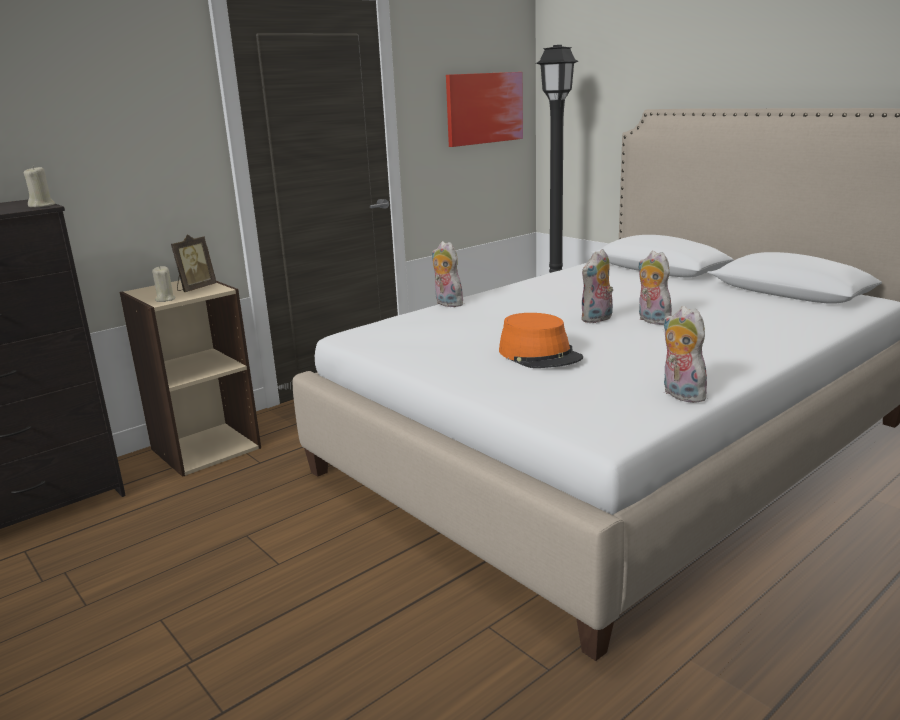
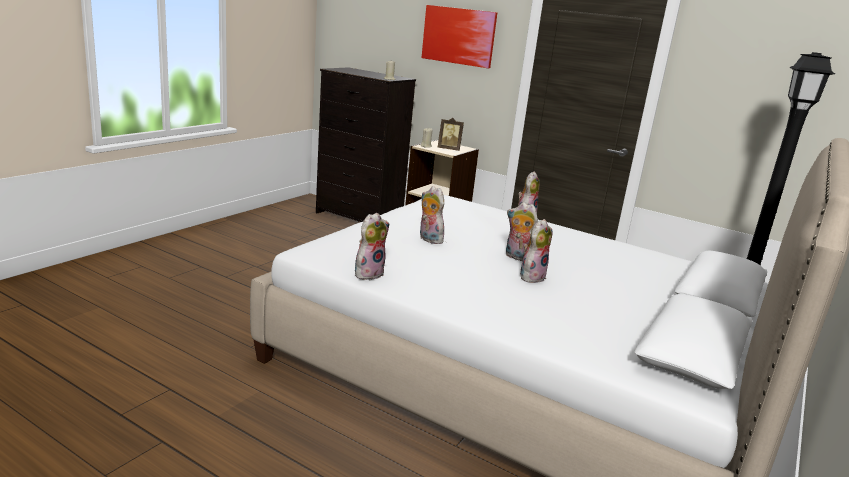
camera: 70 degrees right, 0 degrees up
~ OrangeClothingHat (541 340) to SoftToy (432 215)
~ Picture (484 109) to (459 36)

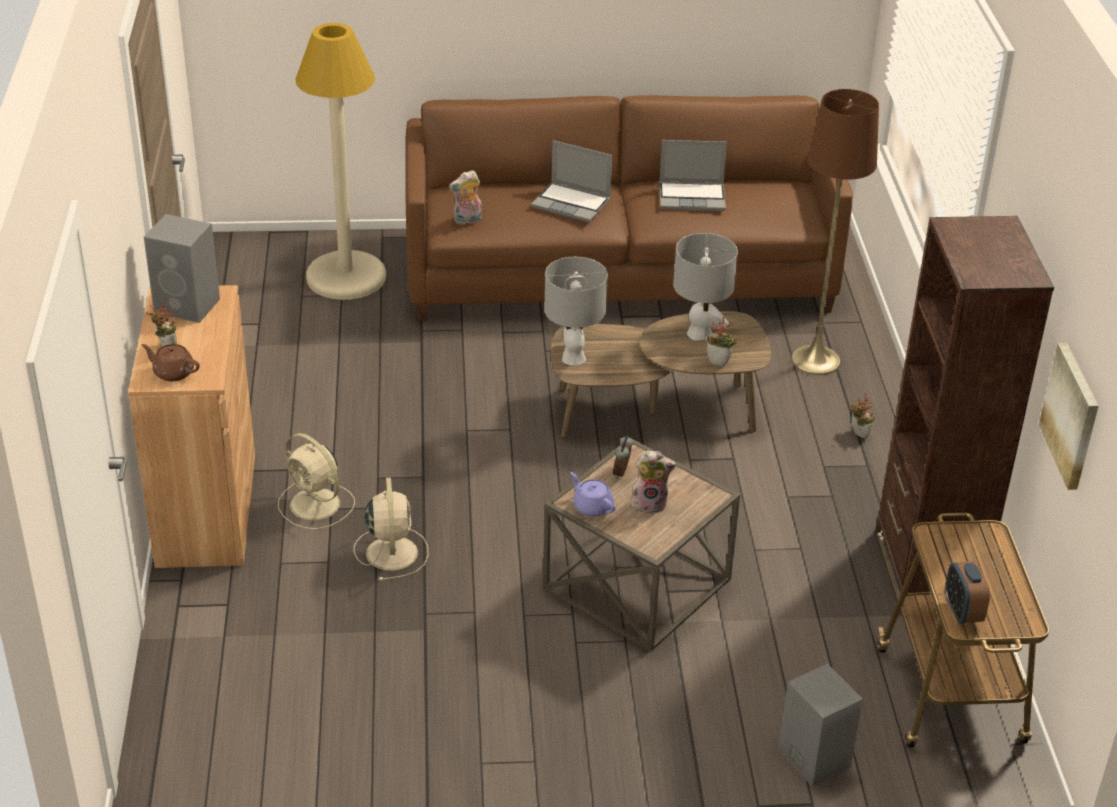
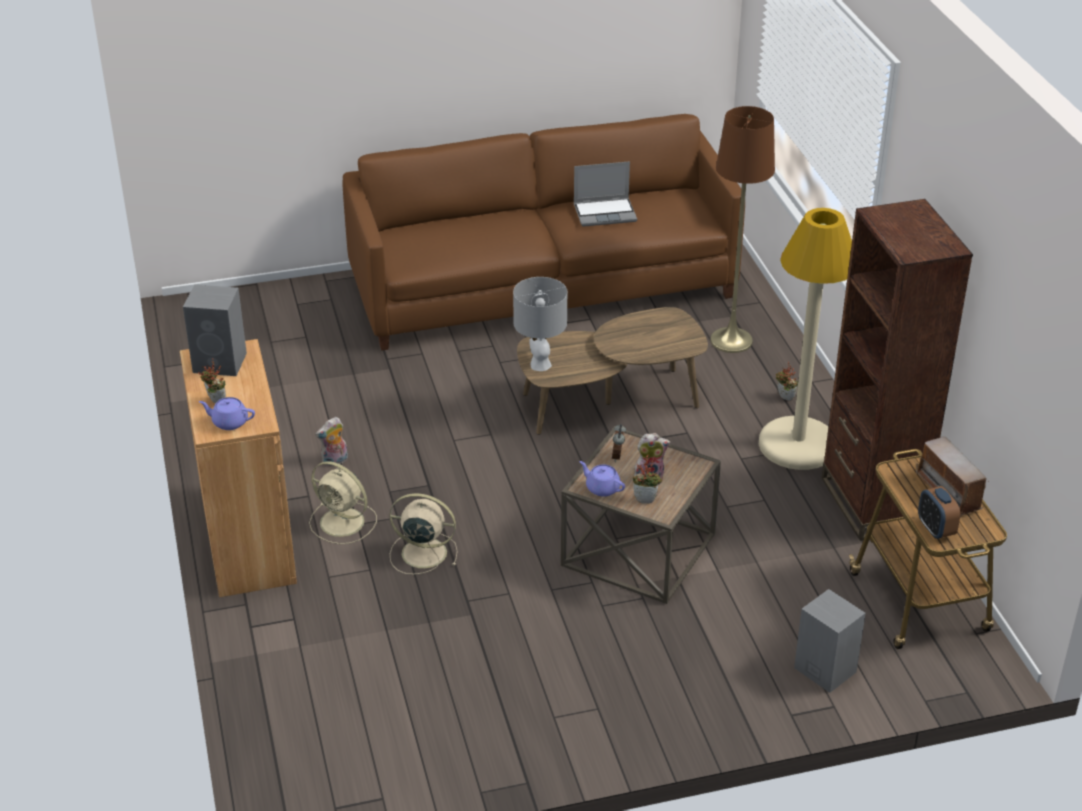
camera: 10 degrees left, 0 degrees up
~ BrownTeapot (170 362) to PurpleColouredTeapot (227 413)
~ SoftToy (465 197) to (331 442)
~ BeigeFan (391 529) = (424 534) 60 degrees counterclockwise
~ Houseplant (722 340) to (647 479)
~ BeigeStandardLamp (341 161) to (805 339)
+ Radio (952 477)
- NotebookComputer (571 181)
- GrayLampForATable (705 286)
- Picture (1068 416)

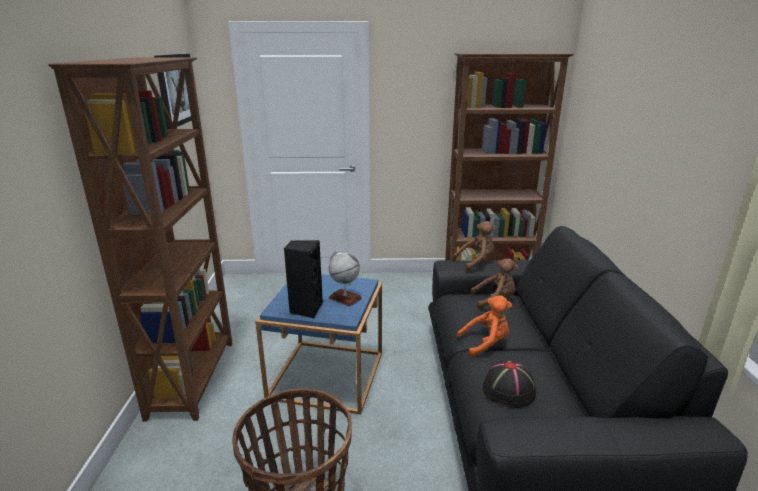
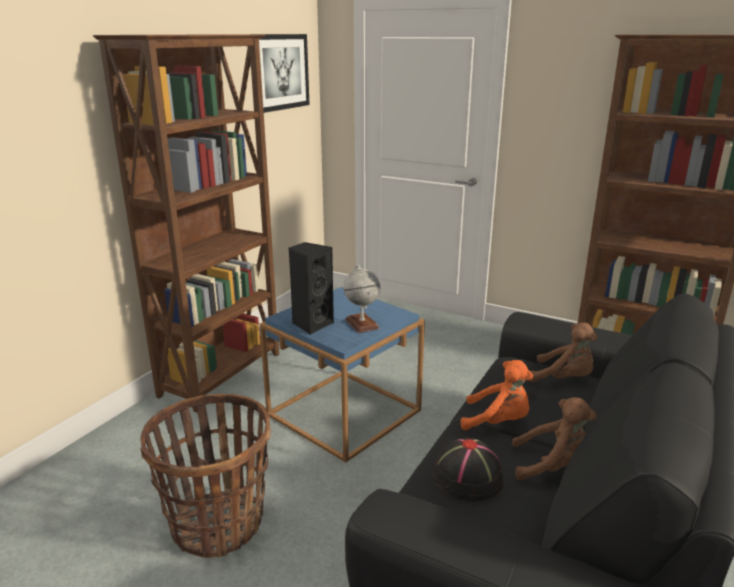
camera: 30 degrees right, 0 degrees up
~ BrownSoftToy (474 246) to (554 439)

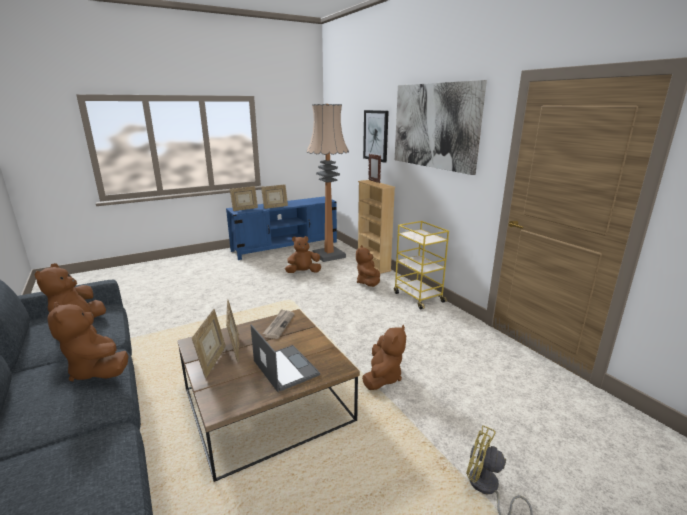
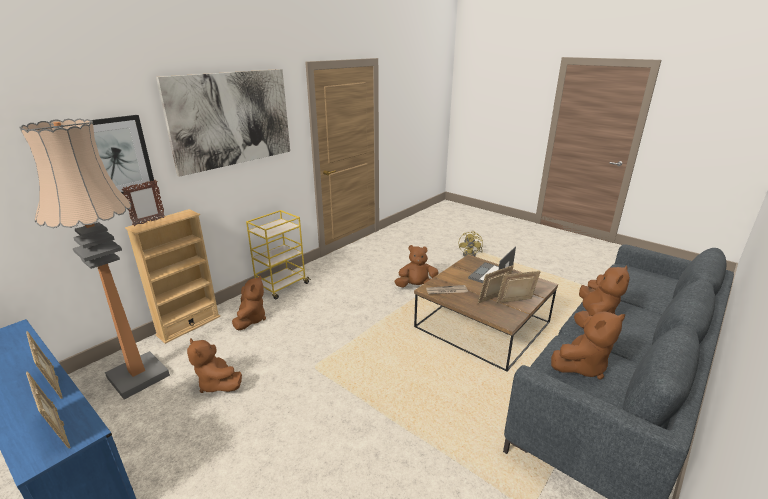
camera: 110 degrees left, 5 degrees up
~ BrownSoftToy (368 266) = (249 303) 75 degrees counterclockwise

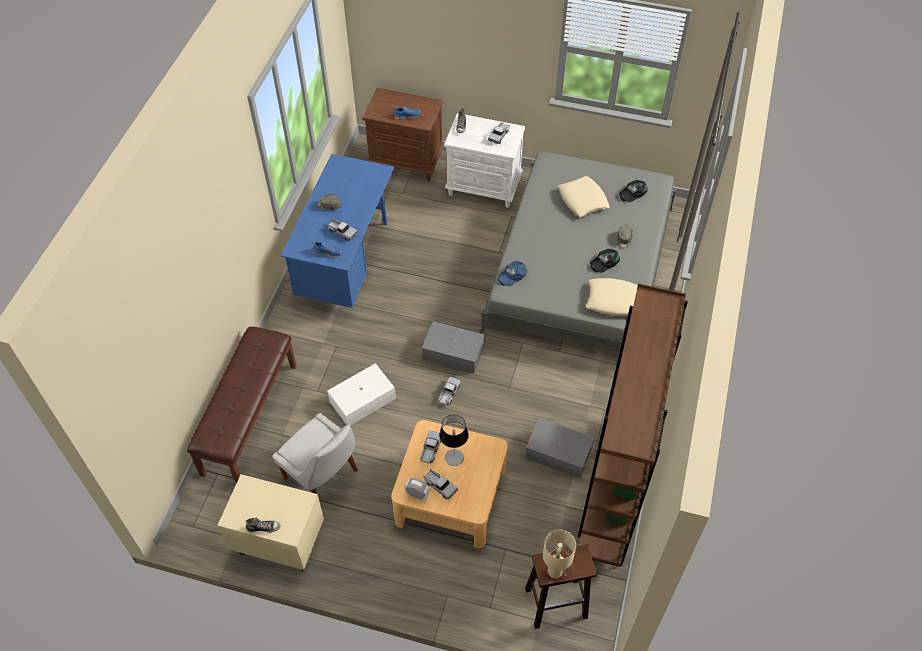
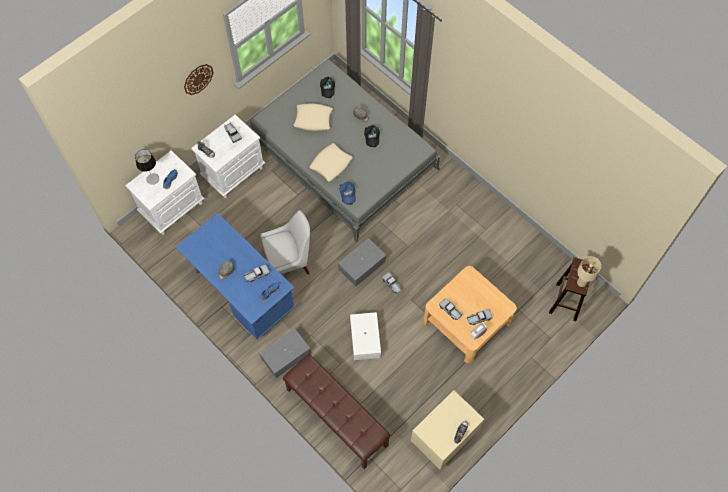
camera: 60 degrees left, 10 degrees up
~ BrownNightstand (403 134) to WhiteNightstand (165 192)
~ LampForATable (454 440) to (147 167)
+ ClockOnTheWall (199 79)
~ GrayStorageBox (559 448) to (285 353)
~ WhiteChair (315 453) to (285 242)
~ BeigePillow (612 297) to (331 162)
- BrownBookshelf (633 425)

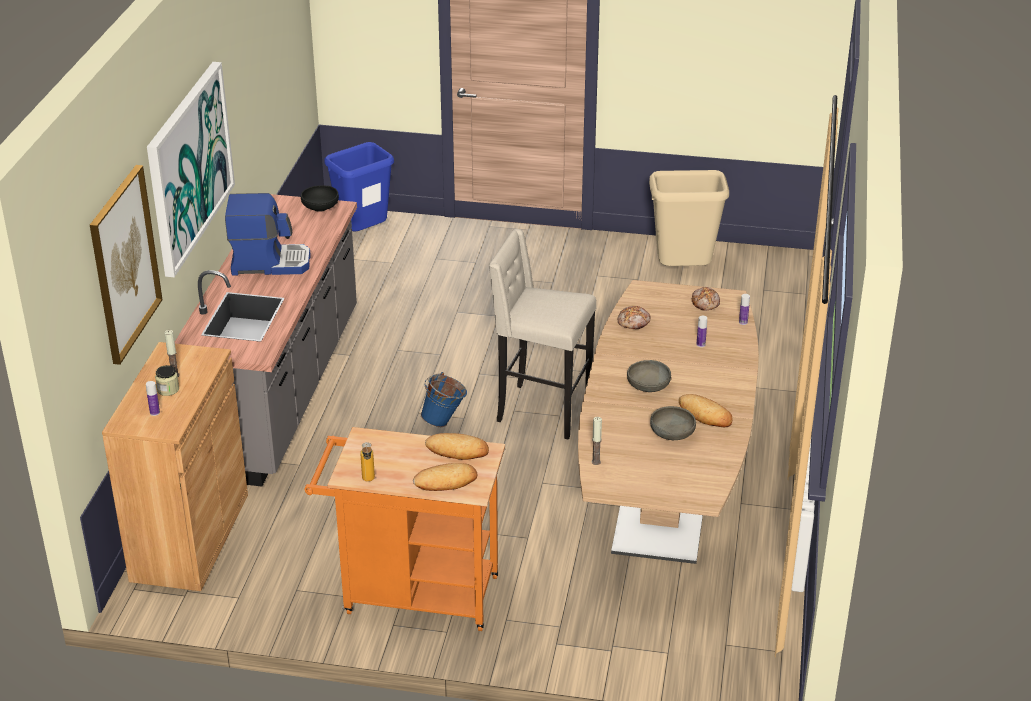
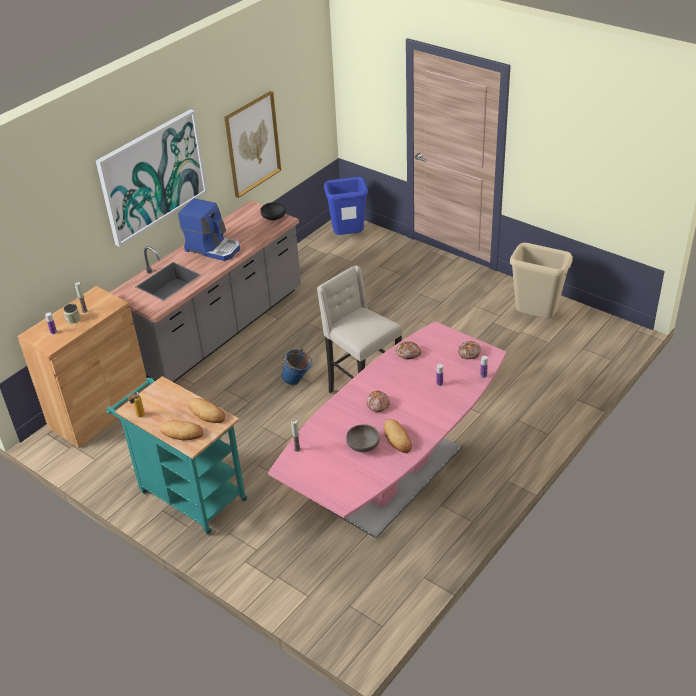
camera: 30 degrees right, 5 degrees up
~ OrangeCart (405 529) to TurquoiseCart (176 455)
~ Picture (126 265) to (252 144)
~ BrownKitchenTable (668 422) to PinkKitchenTable (387 429)
~ GrayServingBowl (649 376) to Bread (378 401)

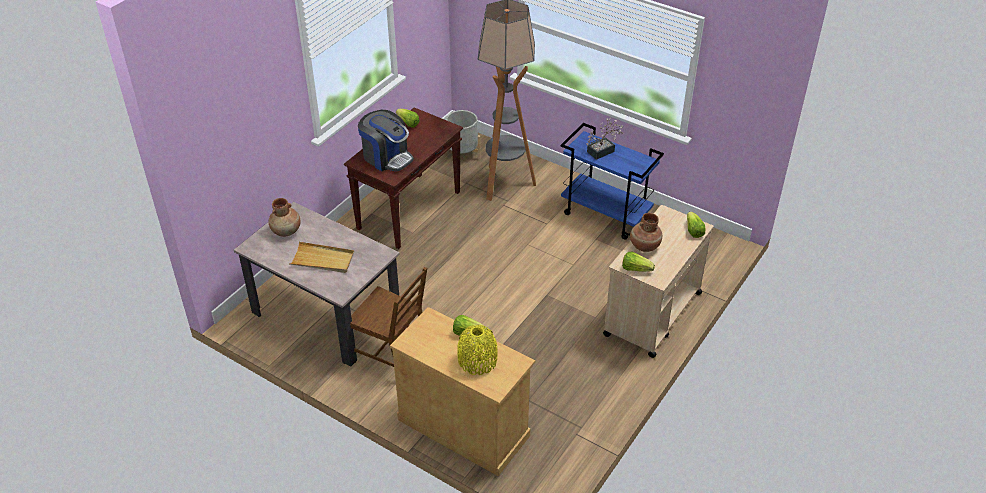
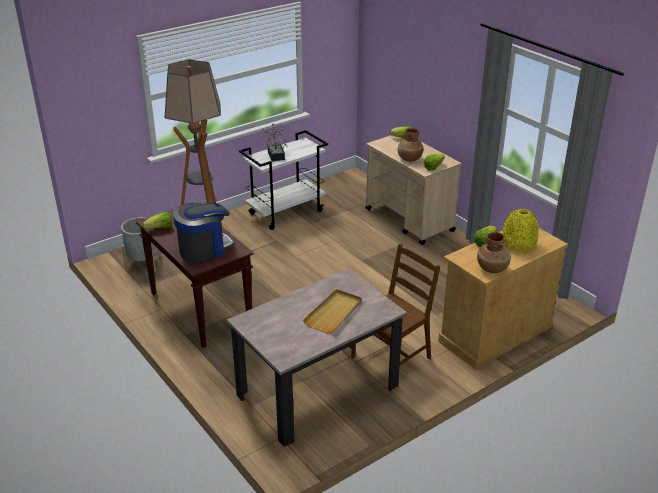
camera: 70 degrees left, 10 degrees down
~ BlueCart (612 181) to WhiteCart (283 180)
~ BrownDecorativeVase (284 217) to (494 252)

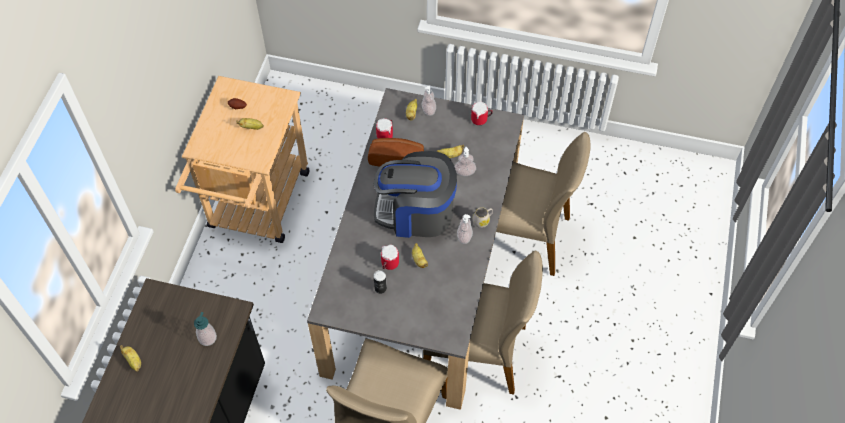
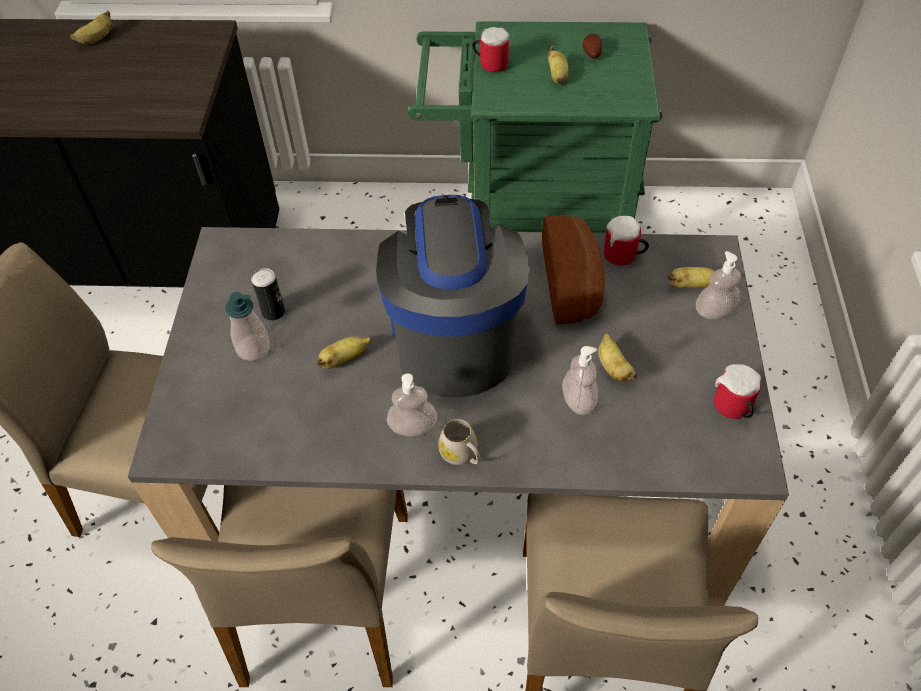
camera: 80 degrees right, 5 degrees down
~ LiquidSoapBottle (205 329) to (248 326)
~ BeigeCart (242 159) to GreenishCart (535 127)
~ Mug (390 257) to (491 49)

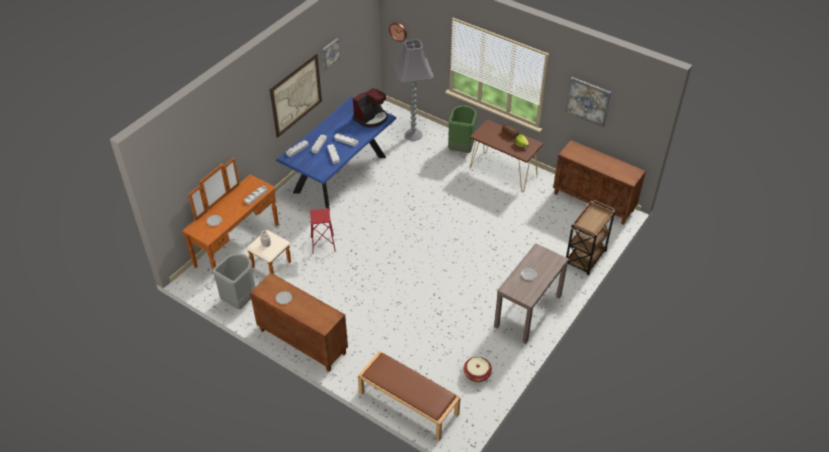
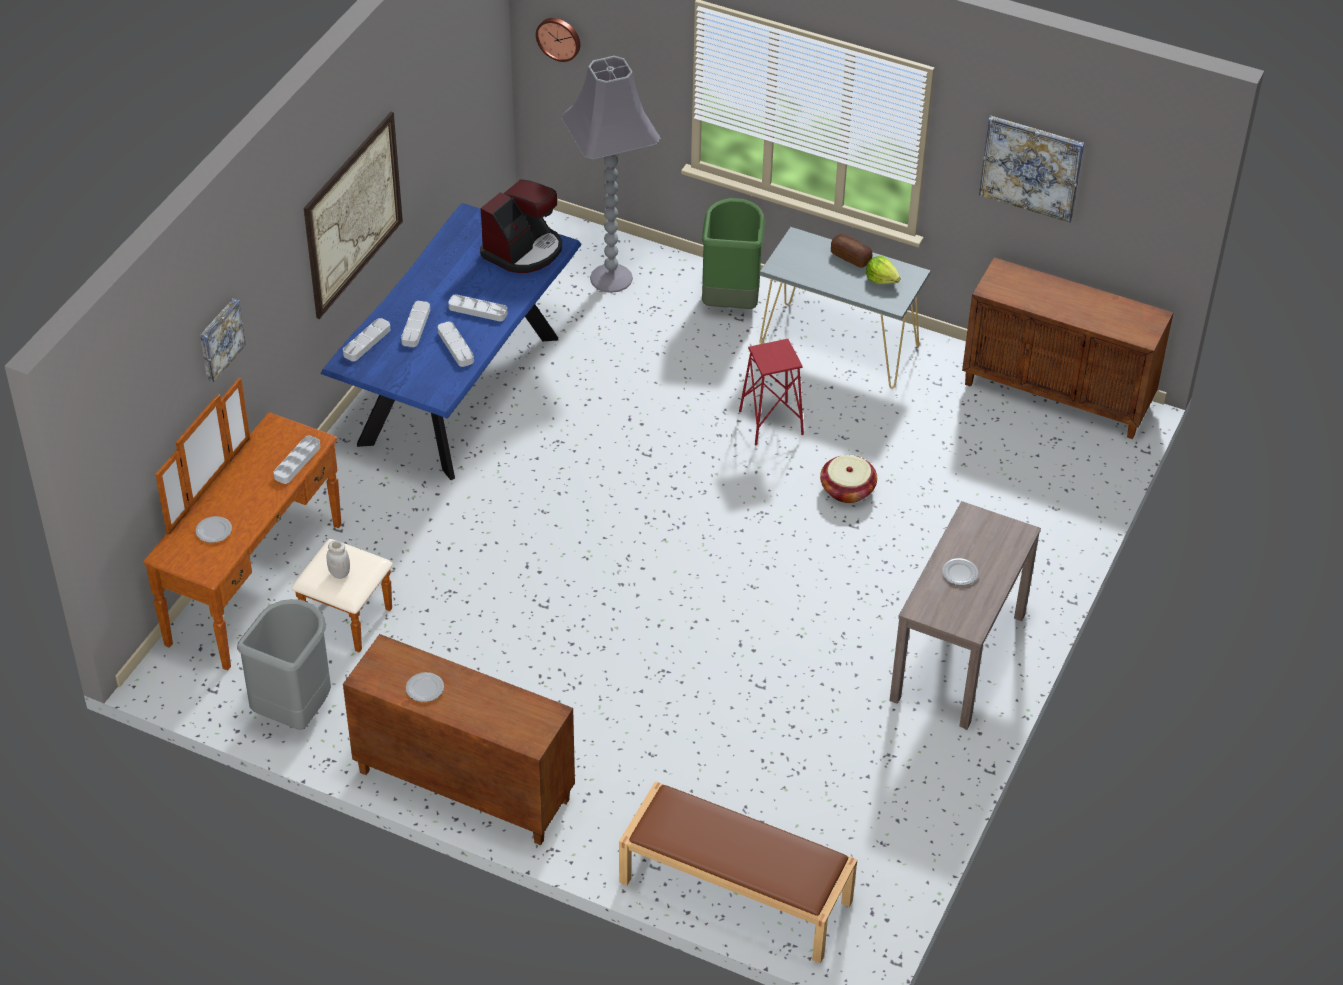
camera: 10 degrees left, 0 degrees up
~ Picture (331 54) to (223 340)
~ ReddishStoolSeat (323 231) to (771 392)
~ BrownHallTable (506 155) to GrayHallTable (845 308)
~ HouseholdBasket (478 369) to (848 479)
- BrownCart (590 237)

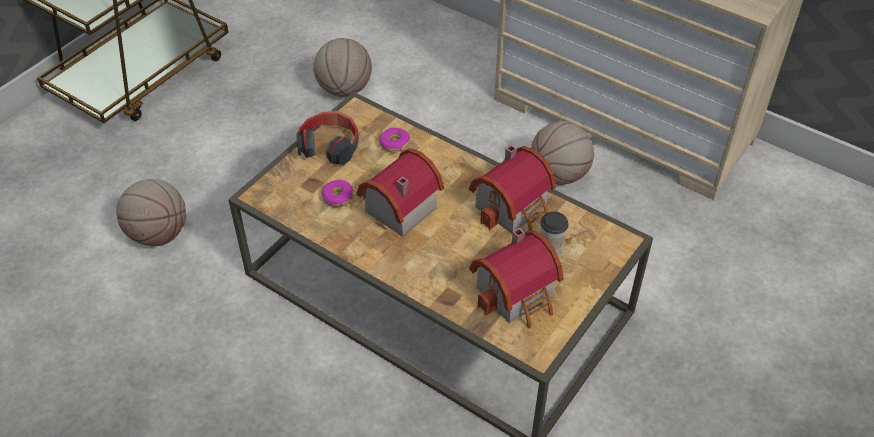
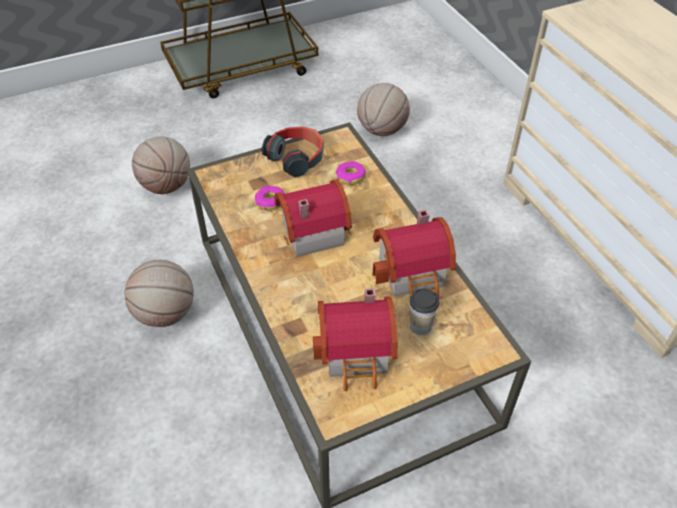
camera: 30 degrees right, 0 degrees up
~ Basketball (562 153) to (159 293)

